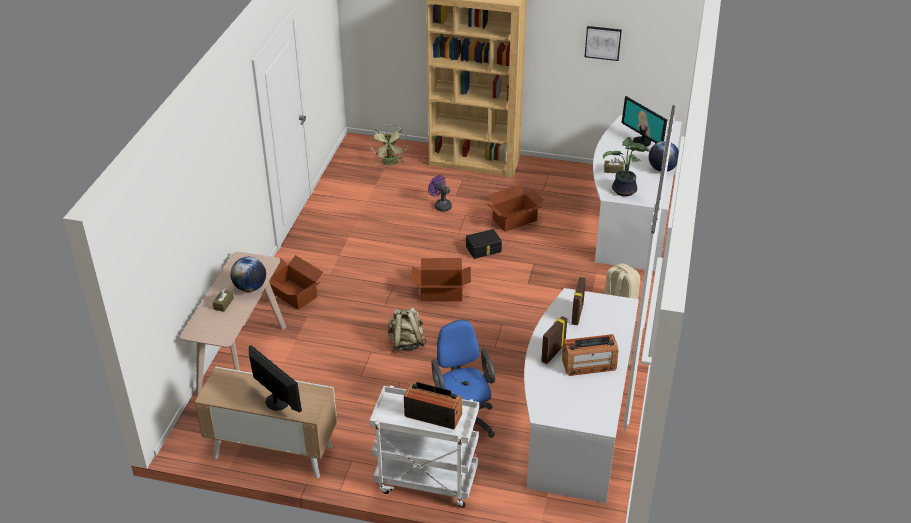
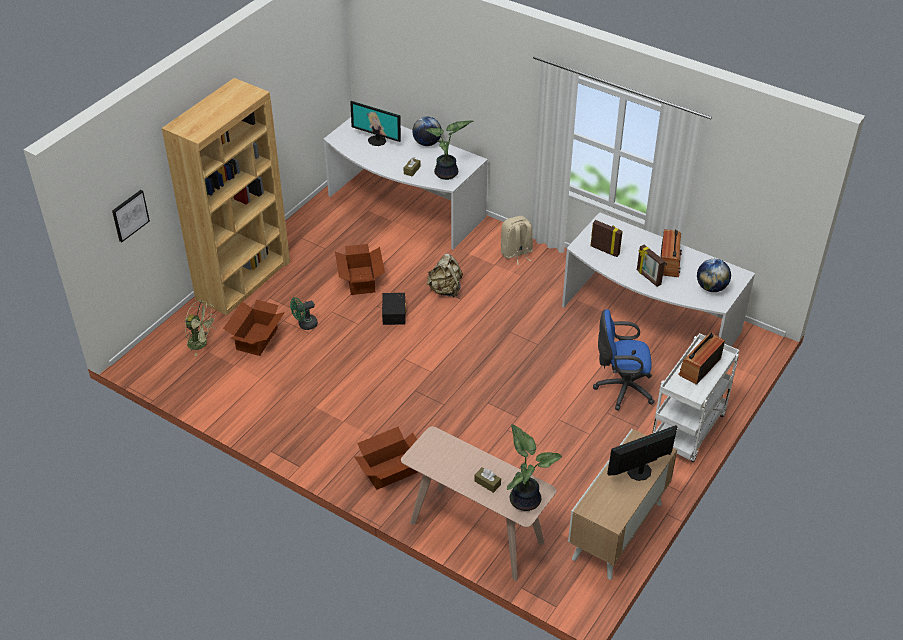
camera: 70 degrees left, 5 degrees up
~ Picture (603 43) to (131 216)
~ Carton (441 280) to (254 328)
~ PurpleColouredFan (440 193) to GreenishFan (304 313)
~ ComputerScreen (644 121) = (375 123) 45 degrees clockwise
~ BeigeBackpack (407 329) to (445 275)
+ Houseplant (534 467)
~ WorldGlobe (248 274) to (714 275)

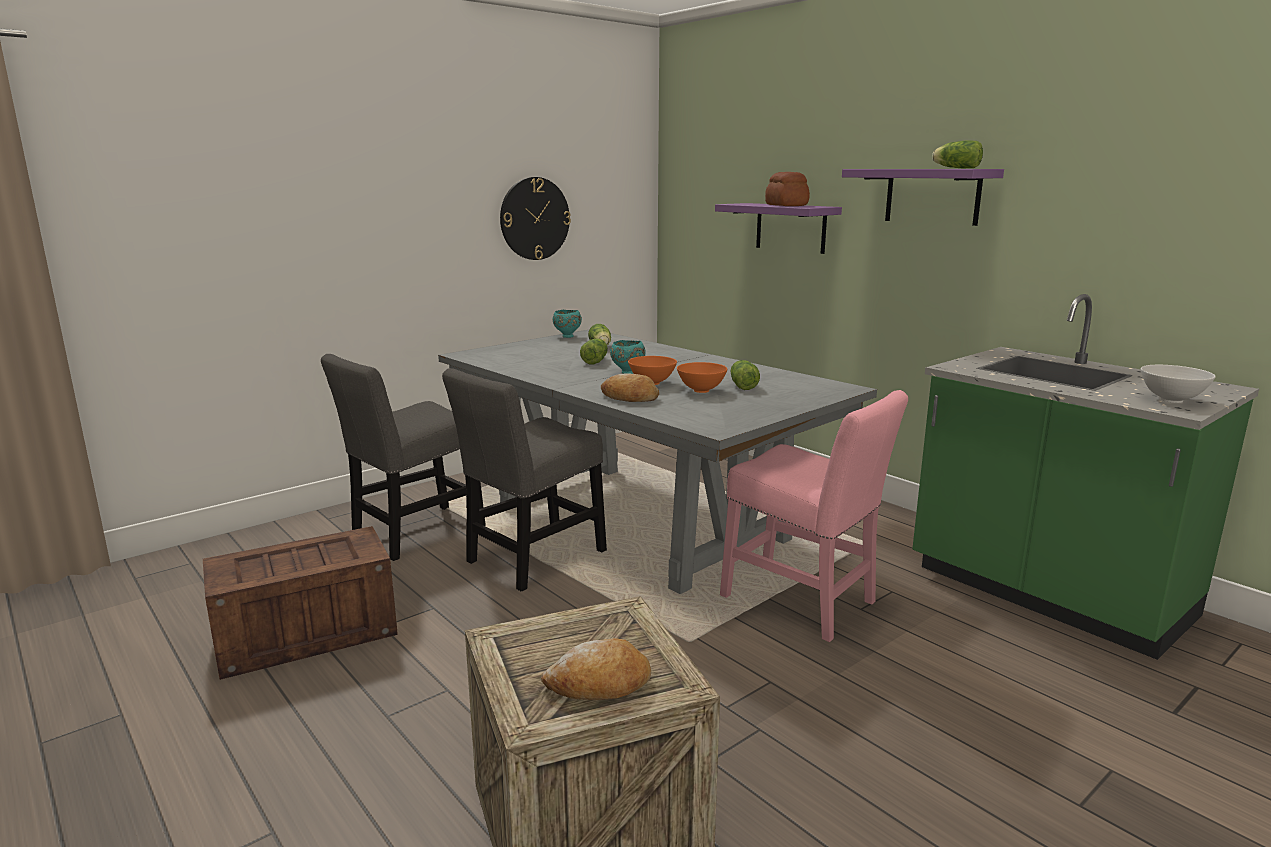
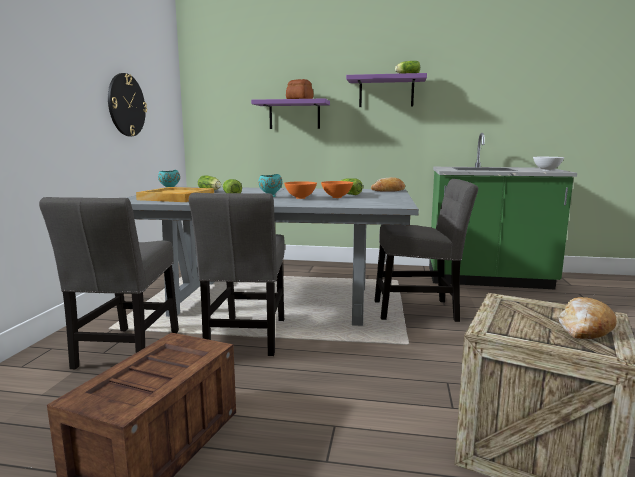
camera: 40 degrees left, 5 degrees down
+ BeigeServingTray (175 194)
~ Bread (630 387) to (388 184)
~ PinkChair (814 516) to GrayChair (426 250)

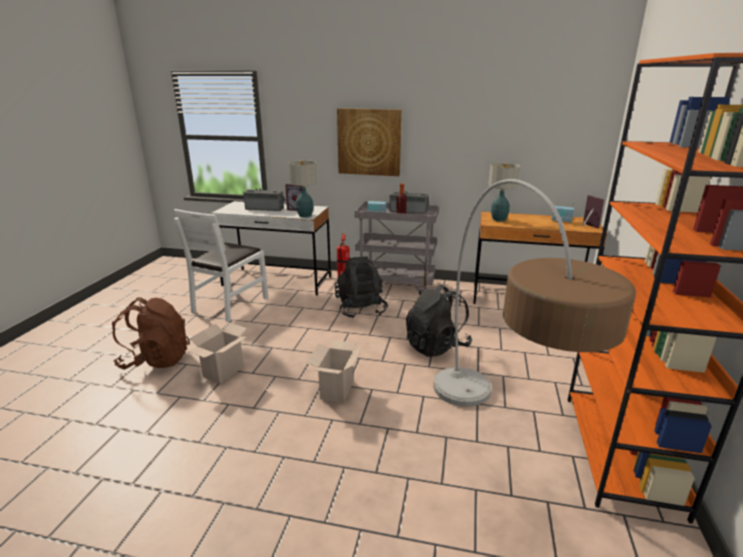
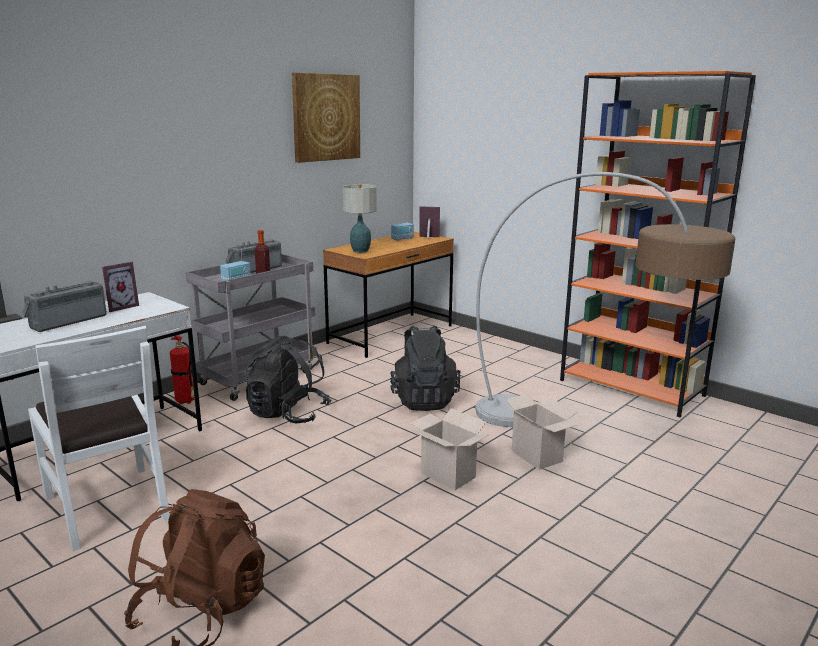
camera: 60 degrees left, 5 degrees down
~ Picture (369 142) to (326 118)
~ Carton (217 353) to (541 432)
- LampForATable (302 189)

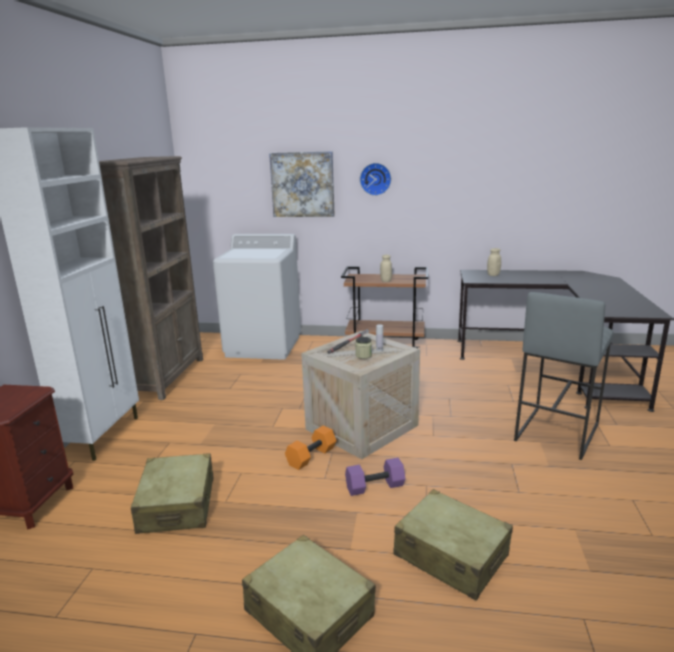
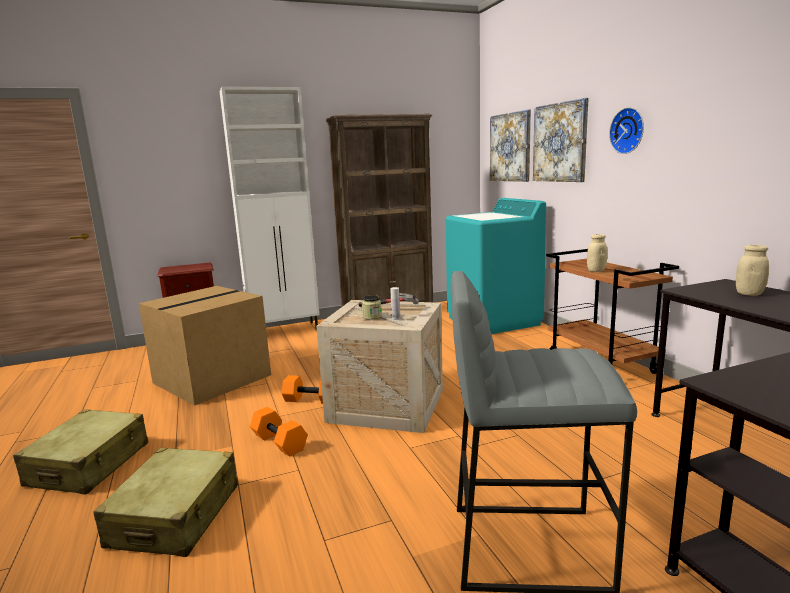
camera: 60 degrees right, 5 degrees down
~ BeigeSuitcase (172 493) to Carton (205 346)
~ PurpleColouredFreeWeight (375 477) to OrangeFreeWeight (279 431)
~ WhiteLaundryAppliance (257 297) to TurquoiseLaundryAppliance (496 266)
+ Picture (510 146)

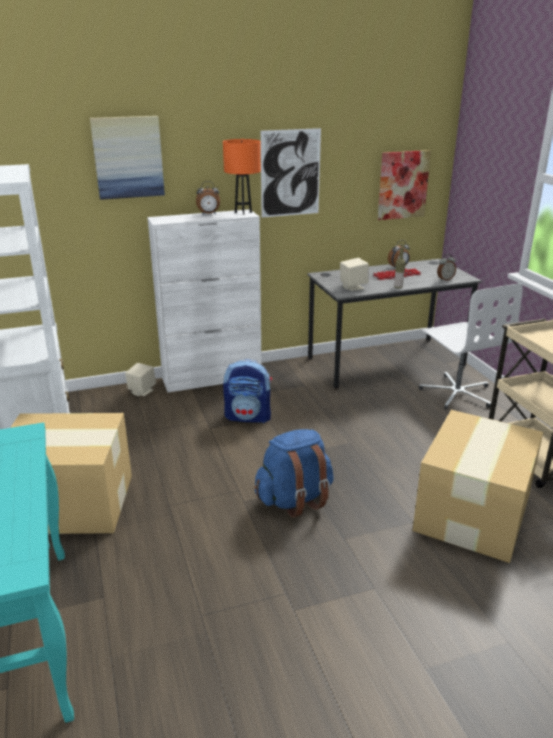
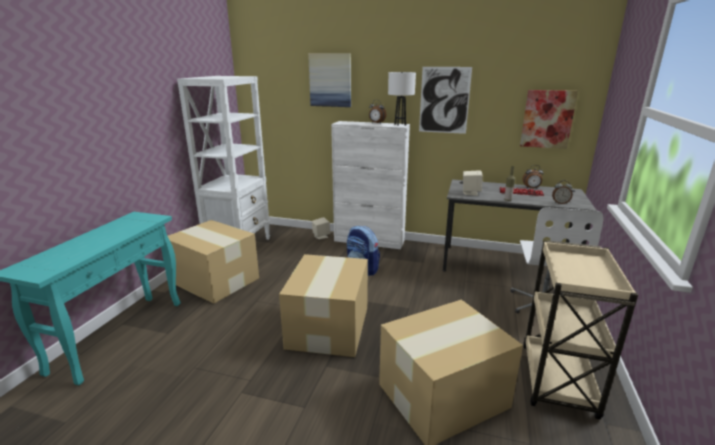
camera: 35 degrees right, 5 degrees down
~ BlueBackpack (294 473) to Carton (323 305)
~ OrangeLampForATable (242 177) to WhiteLampForATable (402 99)

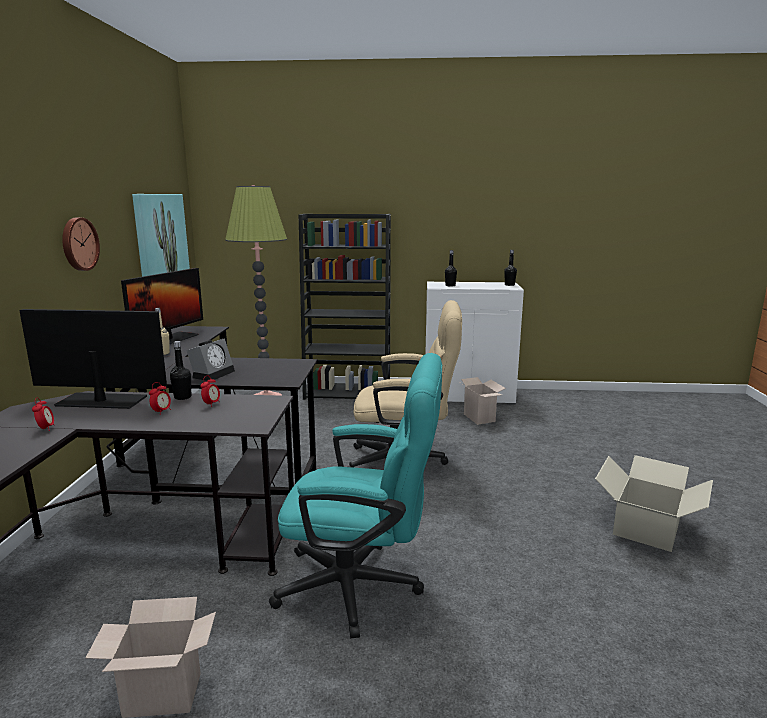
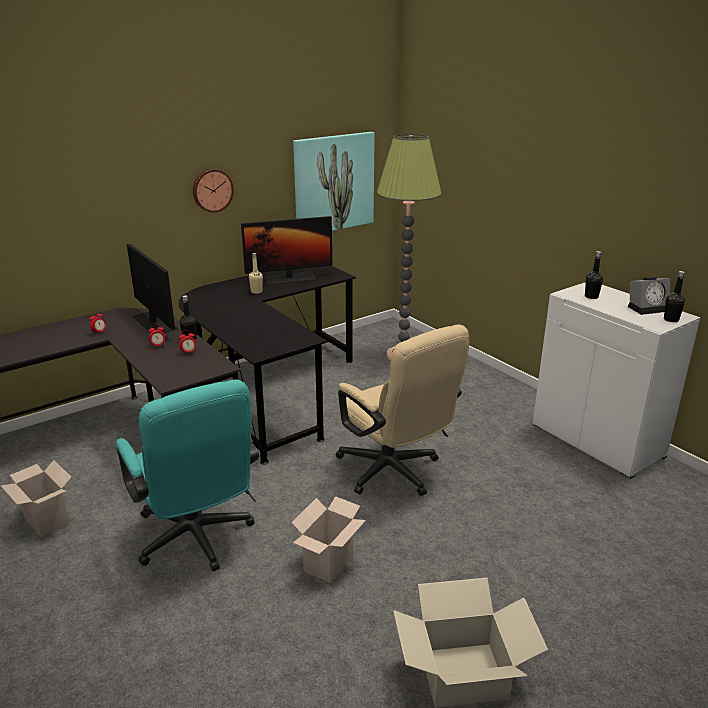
camera: 50 degrees right, 10 degrees up
~ Carton (482 401) to (328 539)
~ AlarmClock (210 359) to (649 296)
- BlackishBookshelf (345 307)

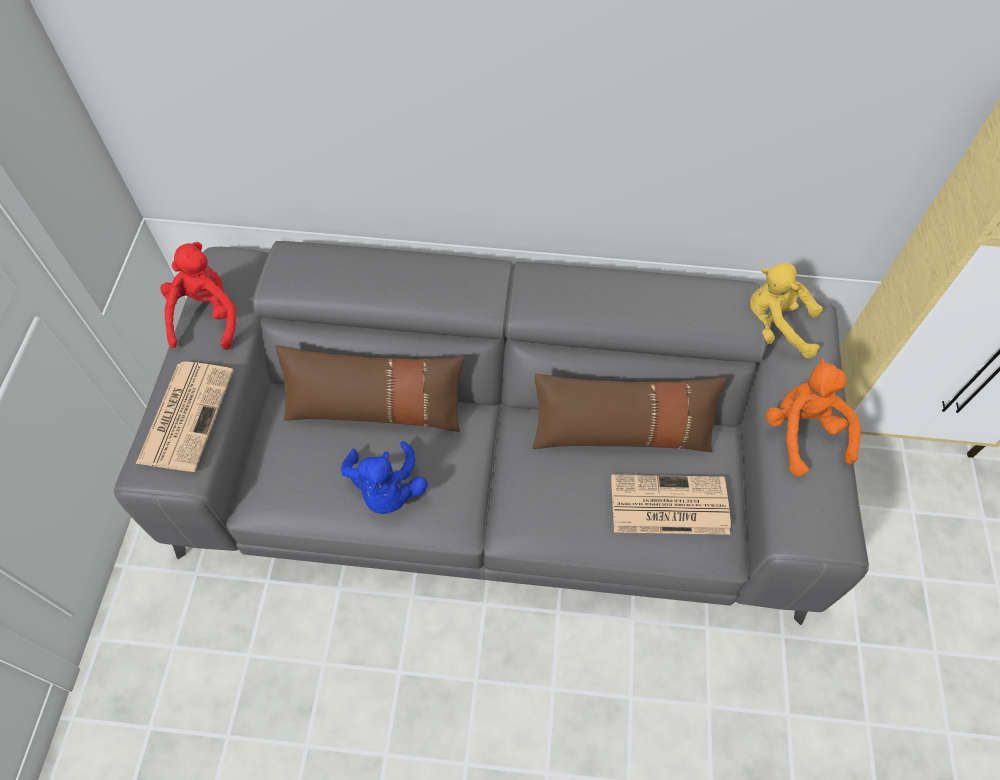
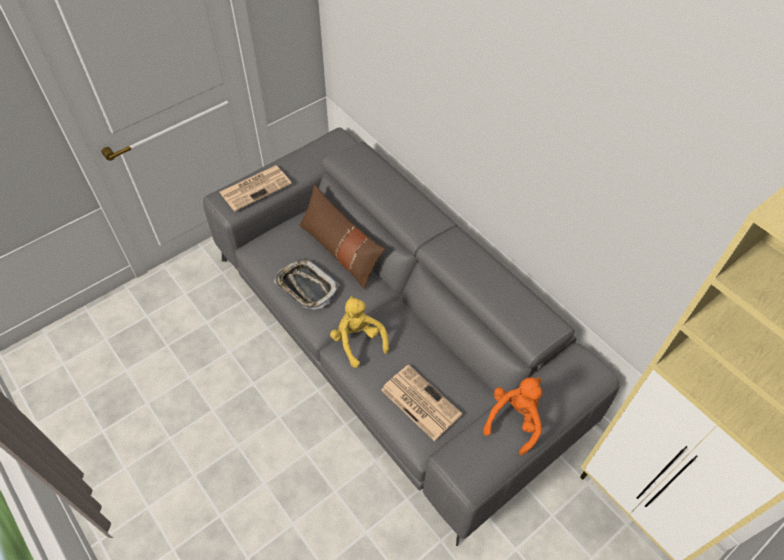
camera: 45 degrees right, 5 degrees down
~ BlueSoftToy (384 477) to ServingTray (306 284)
~ YellowColouredSoftToy (786 311) to (359 332)
- ReddishSoftToy (198 296)
- BrownPillow (629 413)

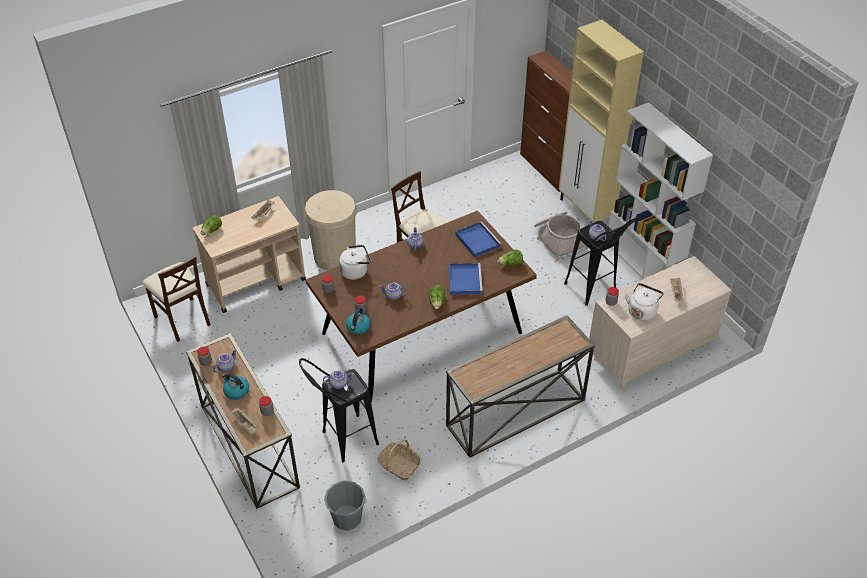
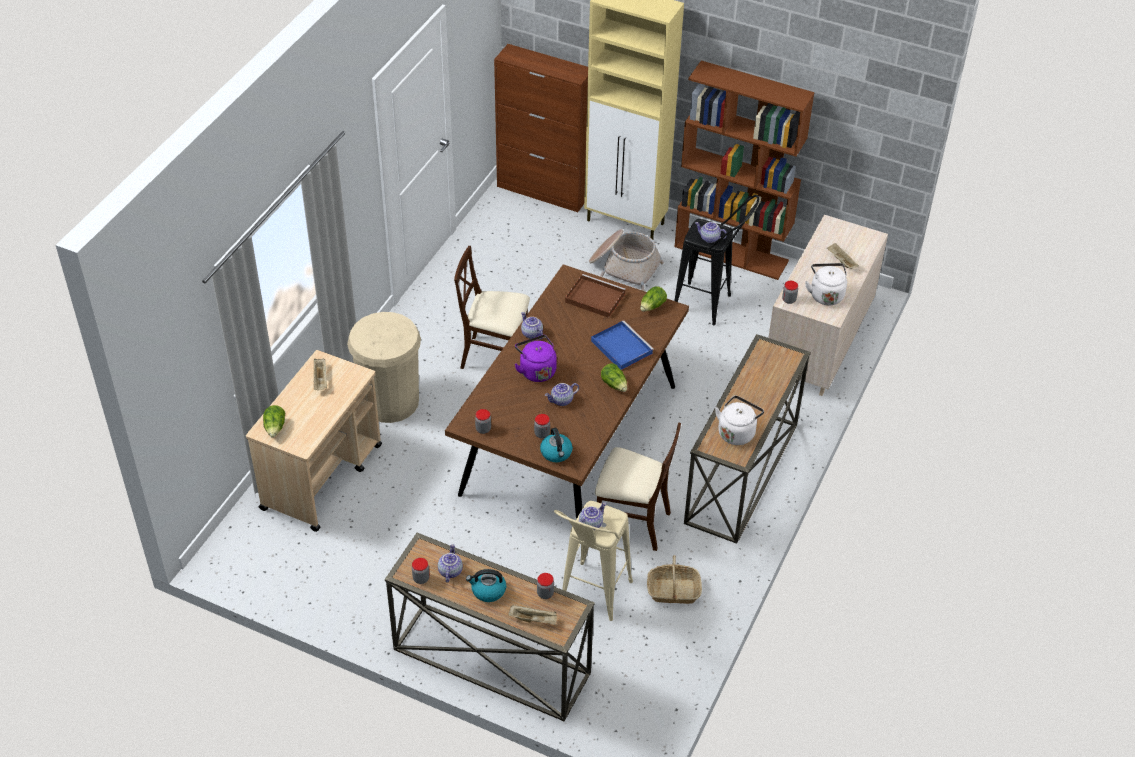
camera: 35 degrees left, 0 degrees up
+ PurpleColouredTeaKettle (535 358)
~ BlackishStoolSeat (339 410) to BeigeStoolSeat (593 561)
~ BlueServingTray (478 239) to BrownServingTray (595 296)
~ BeigeChair (176 299) to (638 487)
~ WhiteBookshelf (660 190) to BrownBookshelf (744 170)
~ WhiteTeaKettle (355 262) to (739 420)
- GrayPail (345 506)

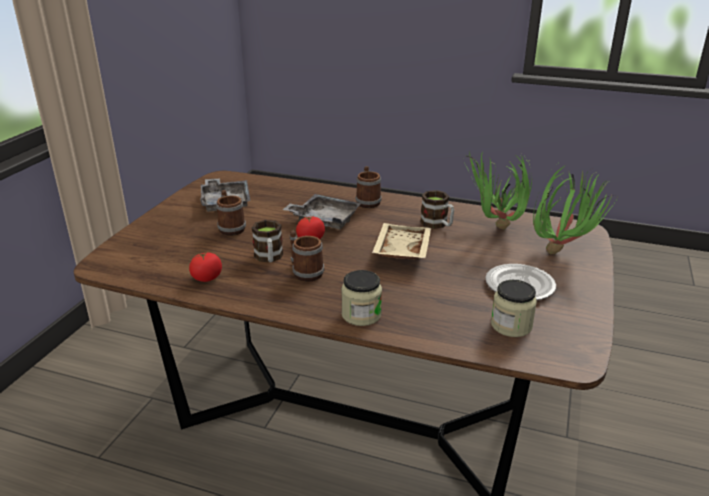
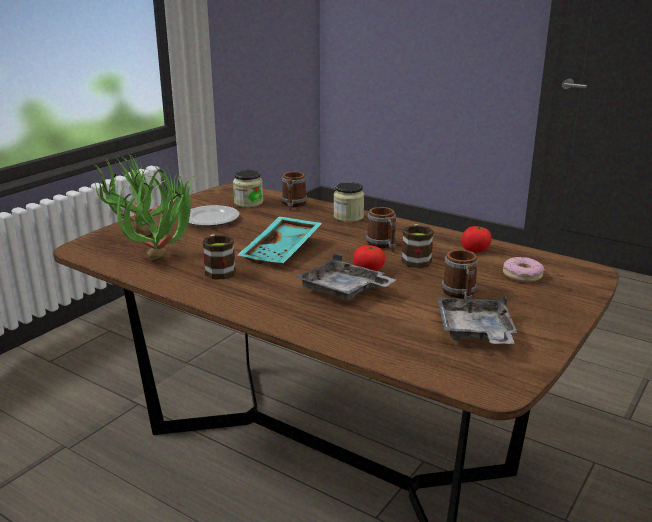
camera: 165 degrees left, 5 degrees down
~ BeigeServingTray (401 241) to TurquoiseServingTray (279 240)
~ Mug (369 187) to (294 191)
+ RingDoughnut (523 269)

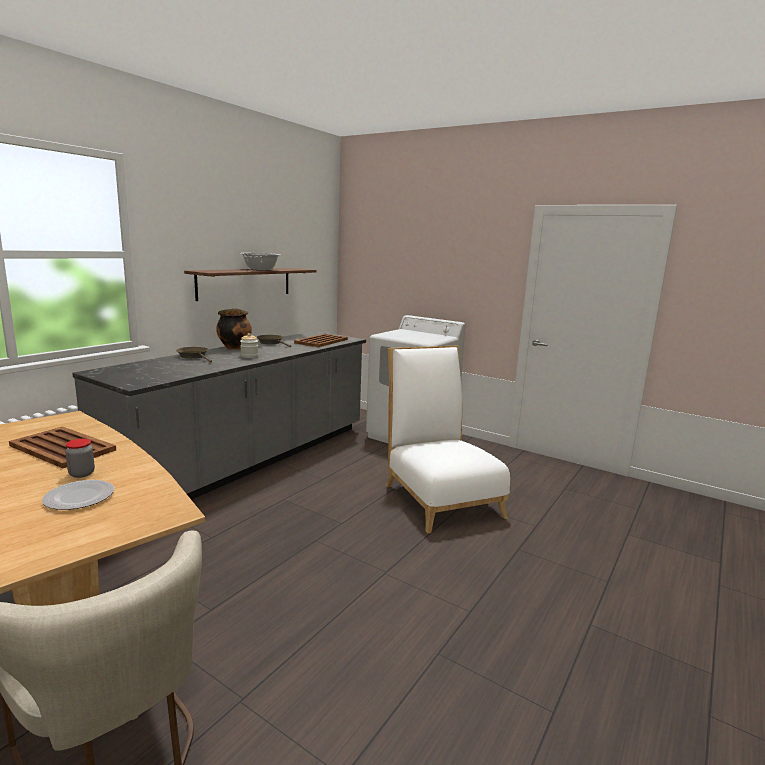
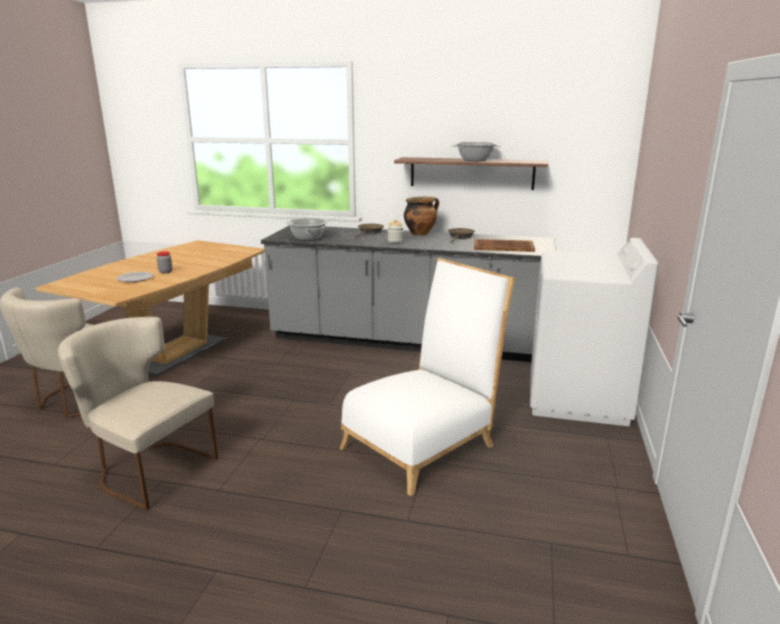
camera: 70 degrees right, 5 degrees up
+ BeigeChair (138 413)
+ Saucepot (307 229)
- BrownServingTray (62 447)

